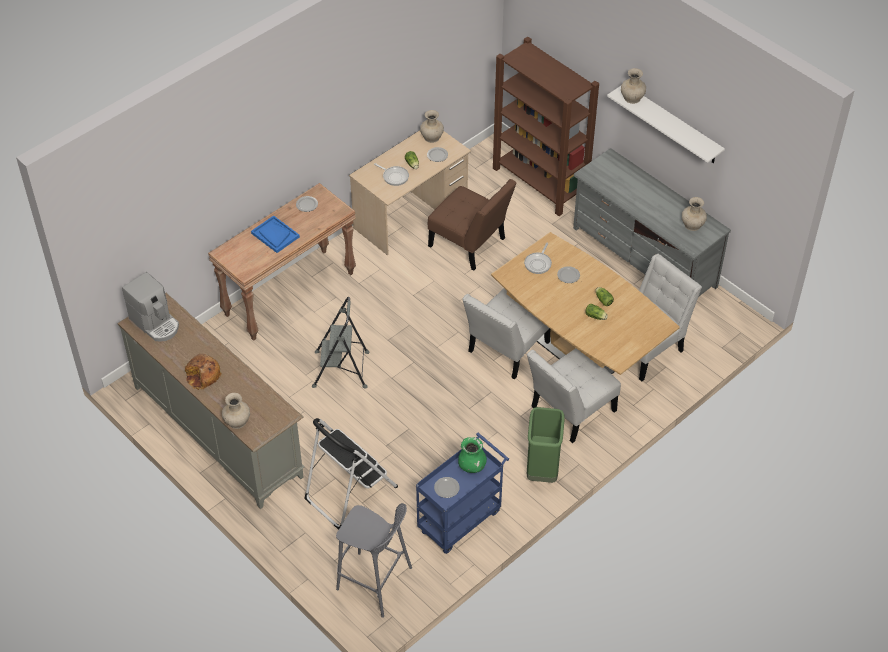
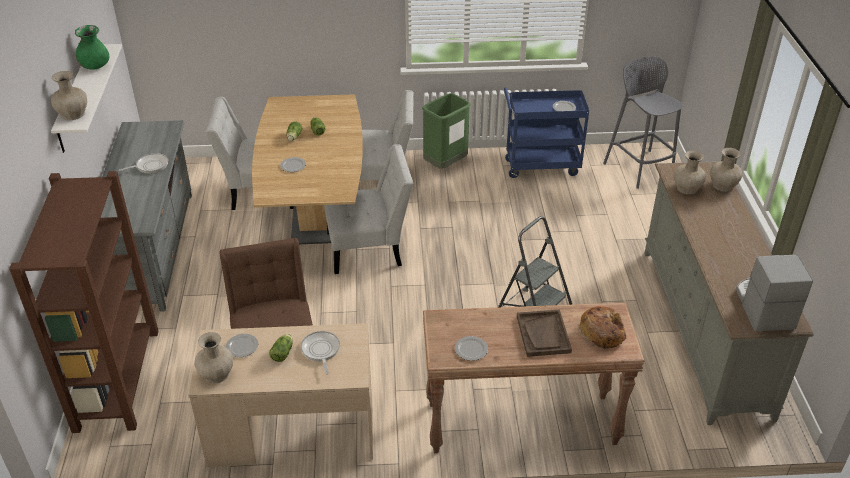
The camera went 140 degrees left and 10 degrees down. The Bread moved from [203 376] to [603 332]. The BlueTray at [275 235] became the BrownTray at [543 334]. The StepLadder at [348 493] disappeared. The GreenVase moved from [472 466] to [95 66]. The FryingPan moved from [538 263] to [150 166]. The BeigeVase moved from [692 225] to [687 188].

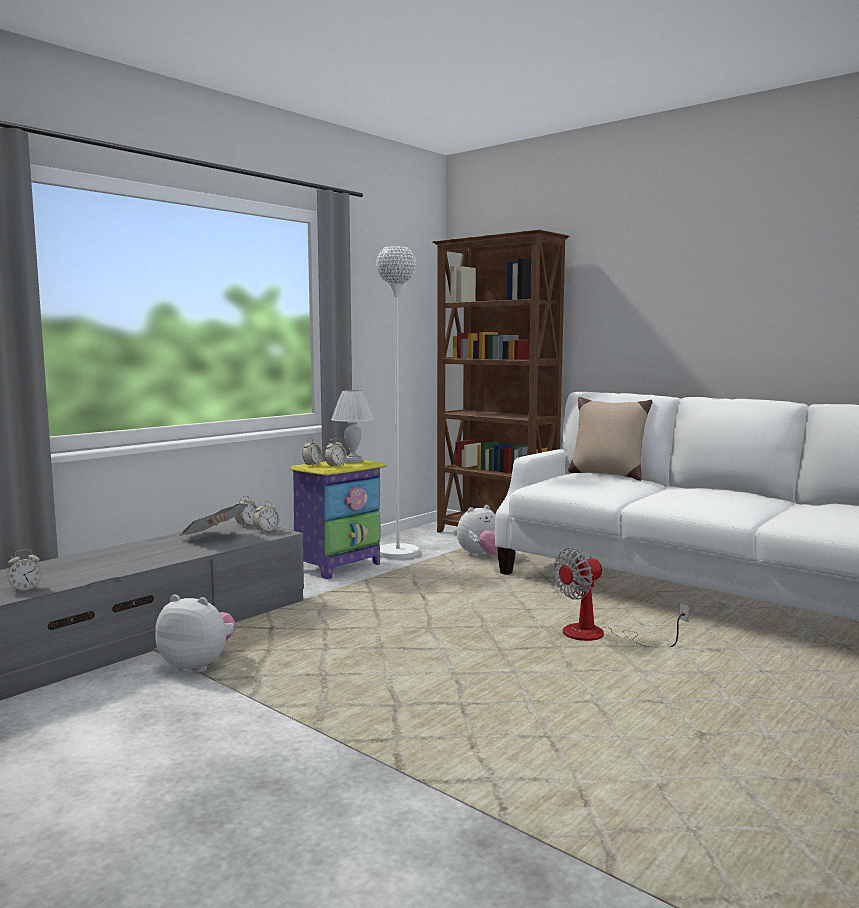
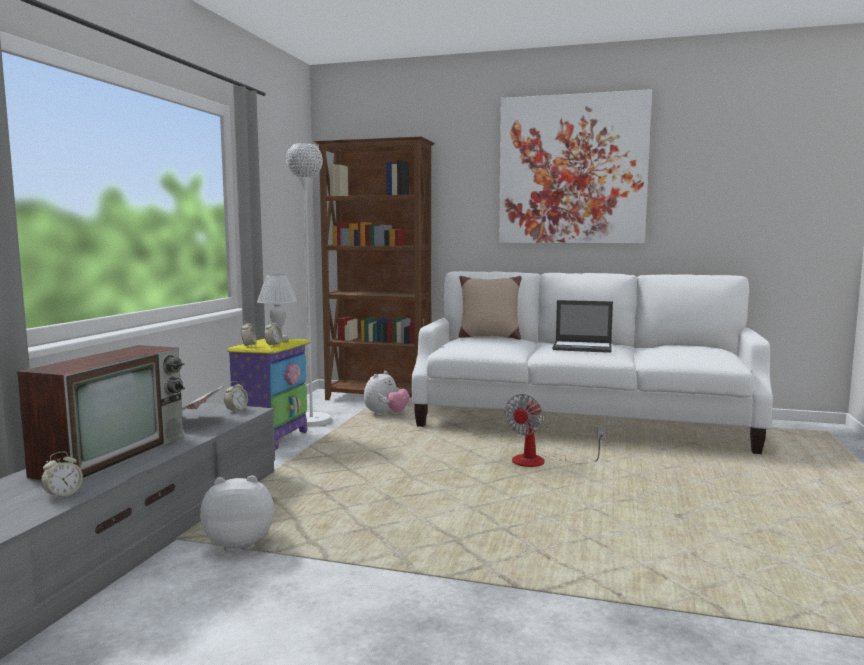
The camera went 25 degrees left and 0 degrees up. The AlarmClock at [247 525] disappeared. The Television at [114 454] appeared. The Picture at [572 170] appeared. The Laptop at [583 347] appeared.

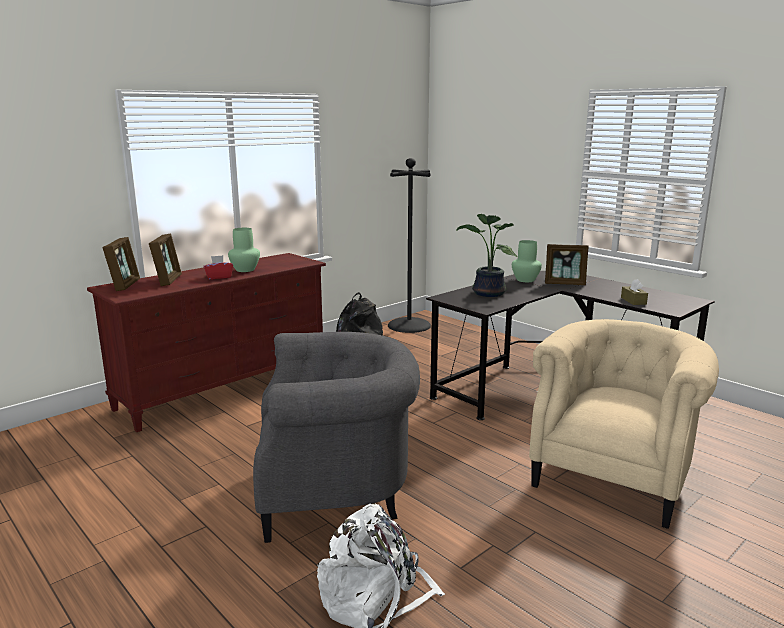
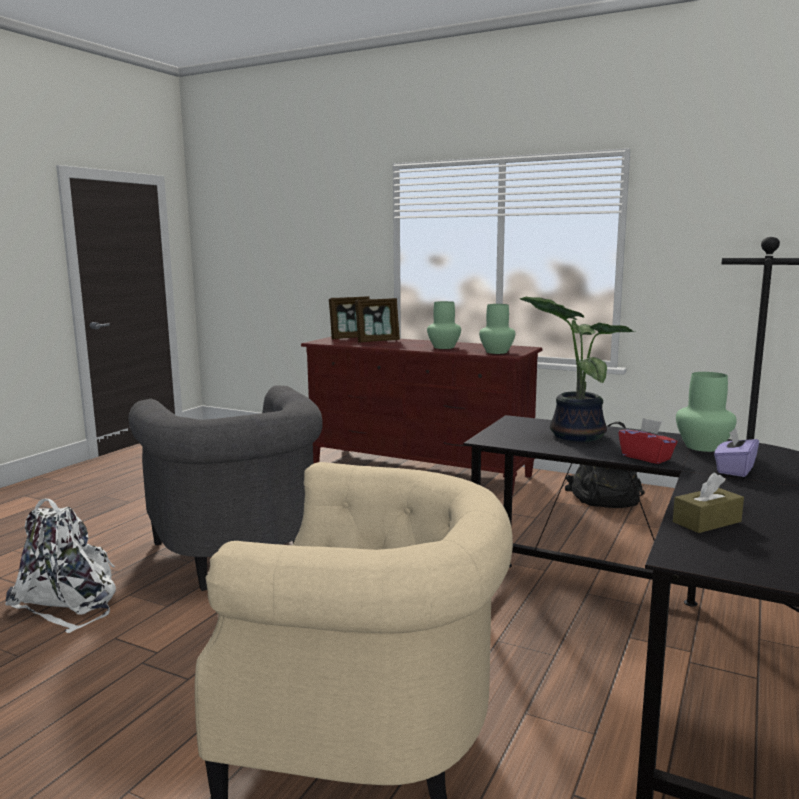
The camera went 70 degrees right and 5 degrees down. The RedTissueBox moved from [219 277] to [646 457]. The PictureFrame at [565 284] was replaced by the PurpleTissueBox at [734 470]. The GreenVase at [496 352] appeared.

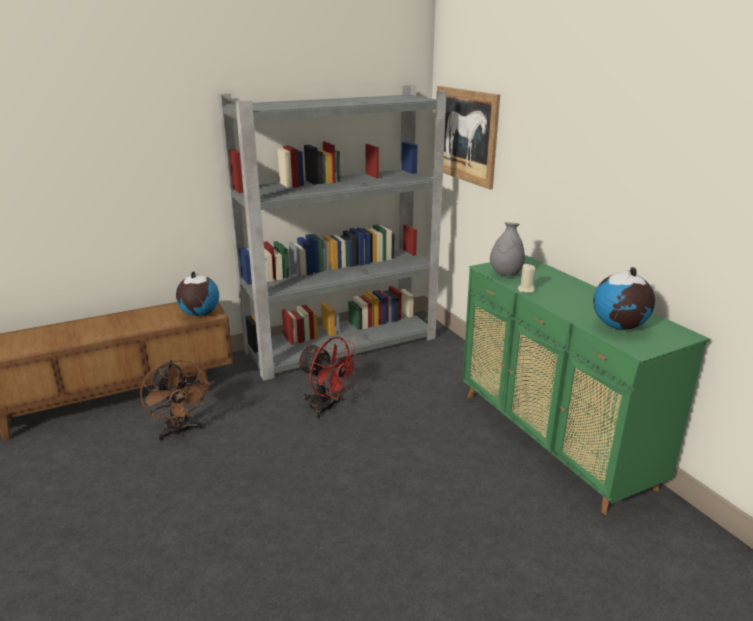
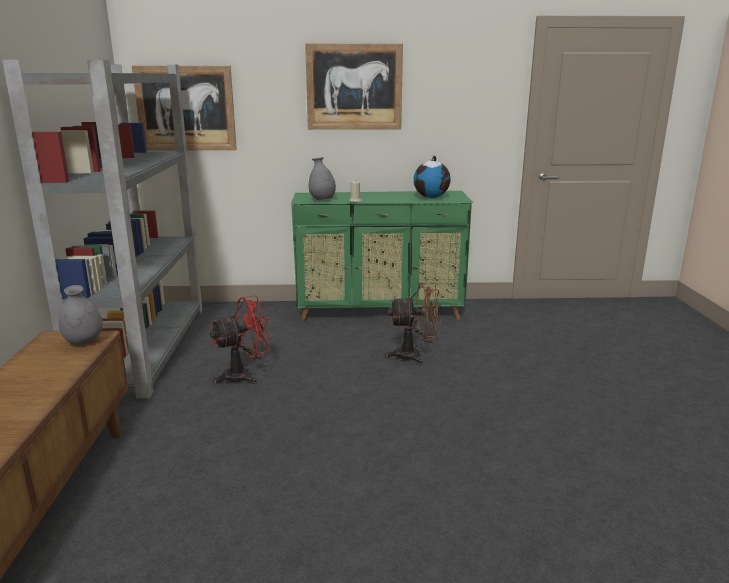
The camera went 65 degrees left and 5 degrees down. The BrownFan moved from [180 431] to [414 356]. The Globe at [199 314] was replaced by the GreyVase at [84 343]. The Picture at [354 87] appeared.

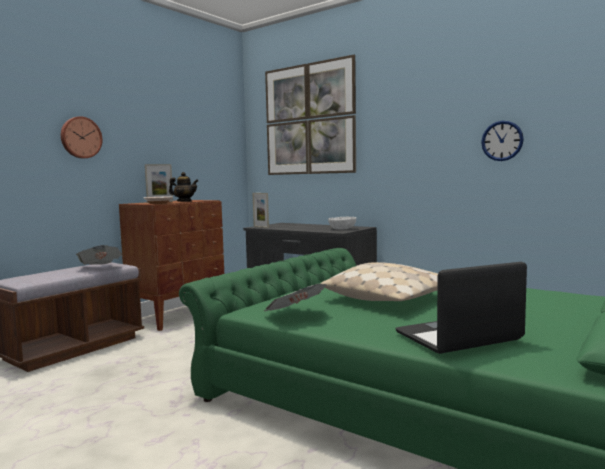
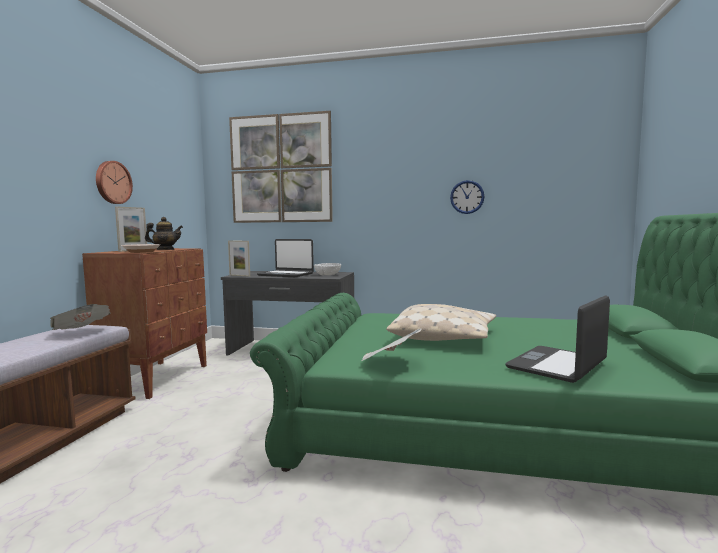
The camera went 25 degrees left and 0 degrees up. The WallClock moved from [80 137] to [112 182]. The Laptop at [286 274] appeared.

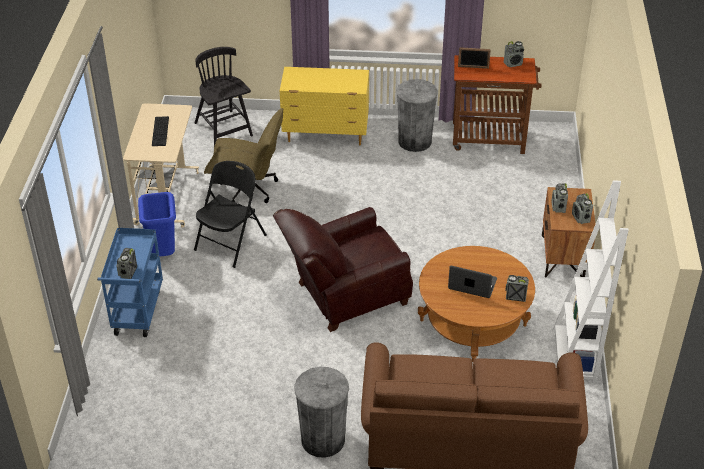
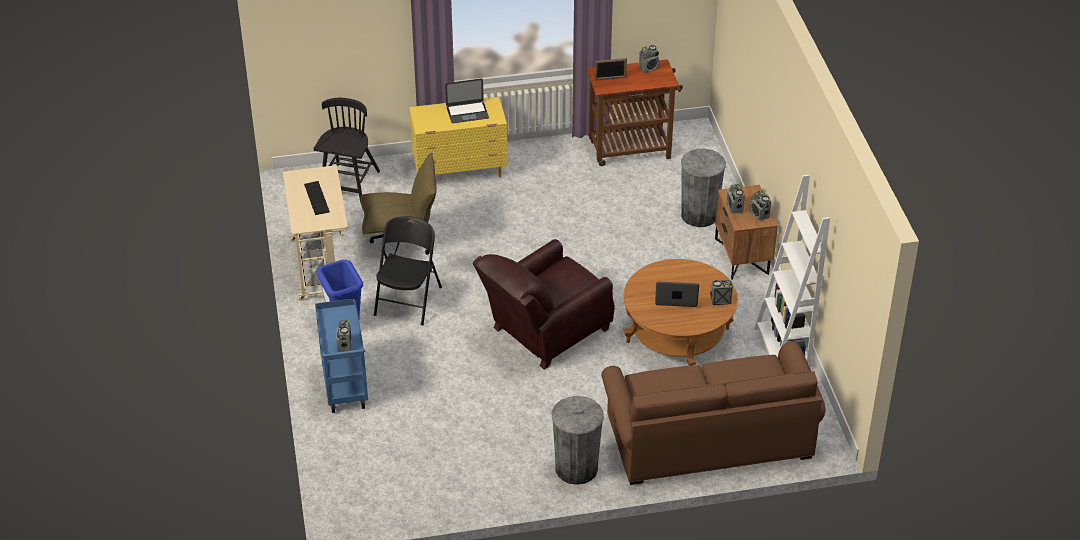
The camera went 15 degrees left and 0 degrees up. The BlackChair at [224 130] turned 60 degrees clockwise. The GreyTrashCan moved from [415 141] to [699 215]. The Laptop at [467 112] appeared.

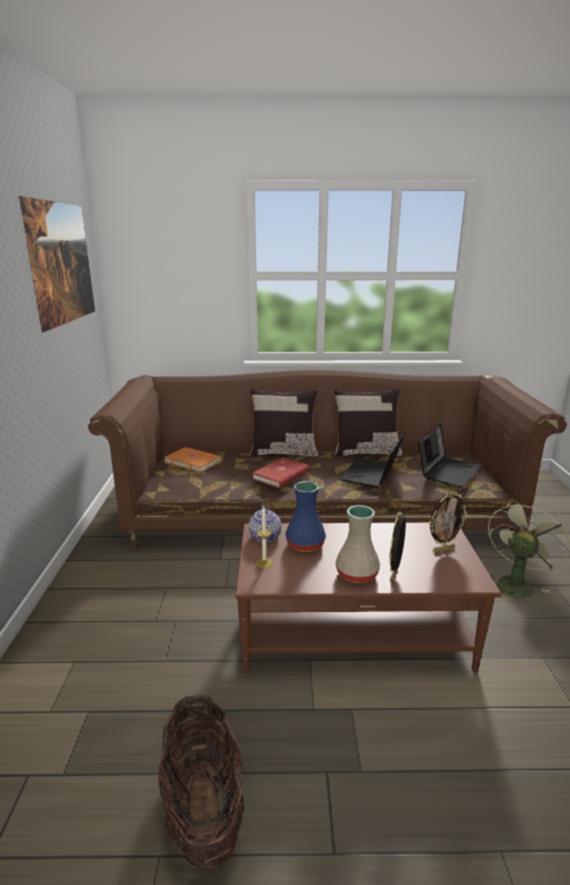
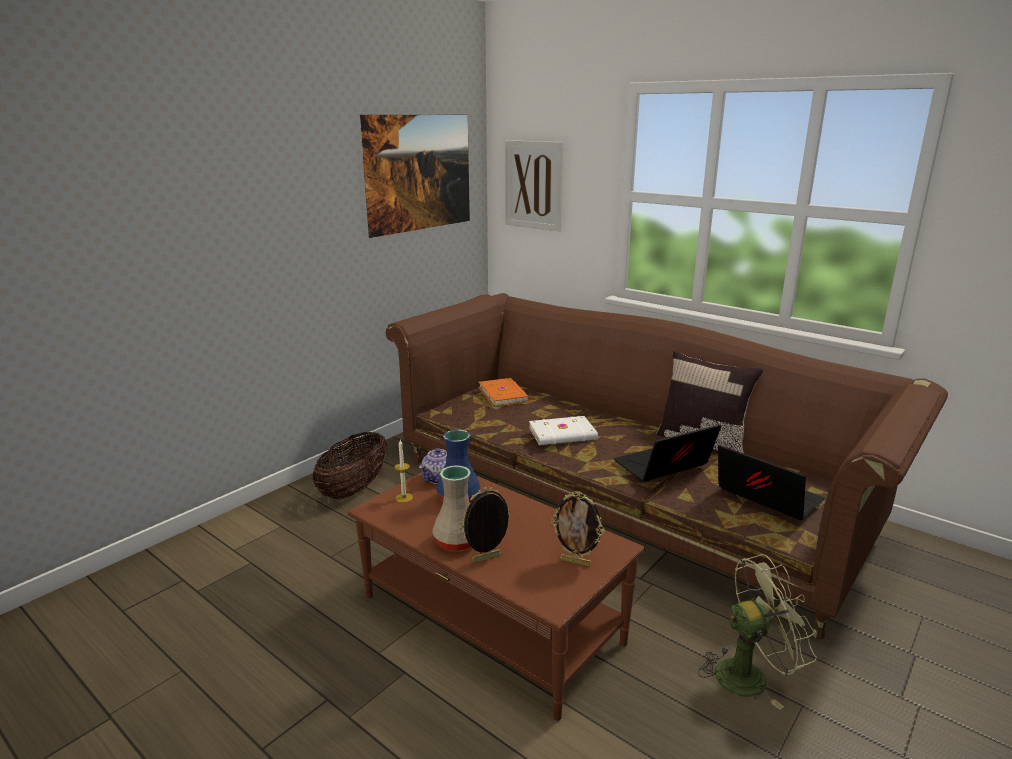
The camera went 40 degrees right and 0 degrees up. The Basket moved from [204 807] to [354 489]. The Pillow at [284 453] disappeared. The RedBook at [282 475] became the WhiteBook at [563 434]. The Laptop at [447 471] turned 120 degrees counterclockwise. The Picture at [533 185] appeared.

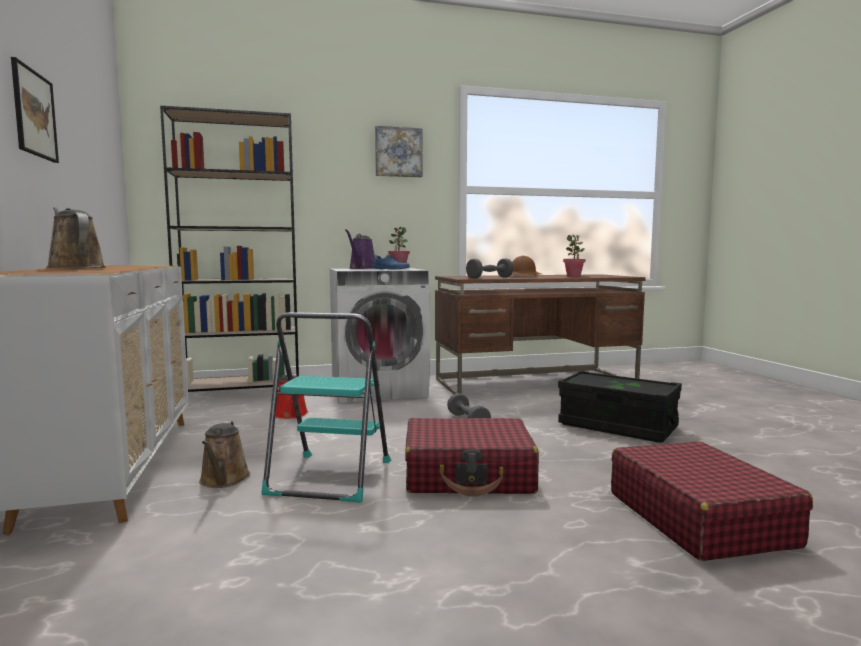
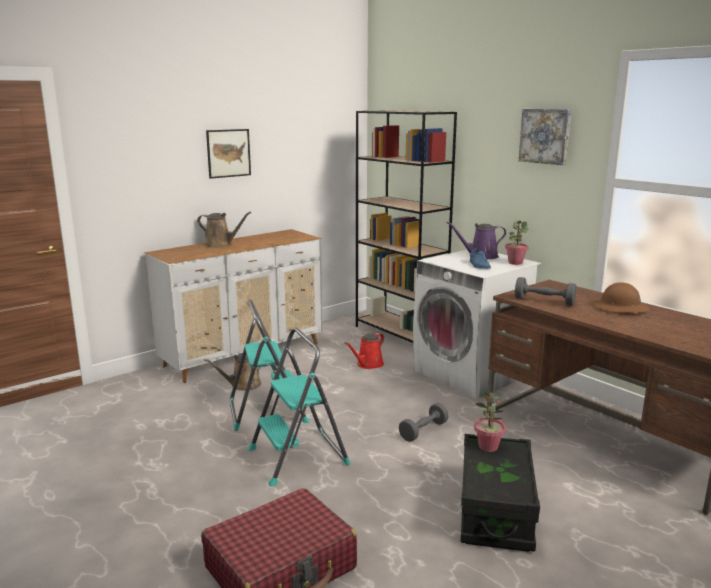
The camera went 65 degrees right and 10 degrees up. The BrownWateringCan at [74 268] turned 90 degrees clockwise. The RedSuitcase at [468 475] was replaced by the TurquoiseStepLadder at [302 456]. The PottedPlant moved from [573 276] to [488 447].

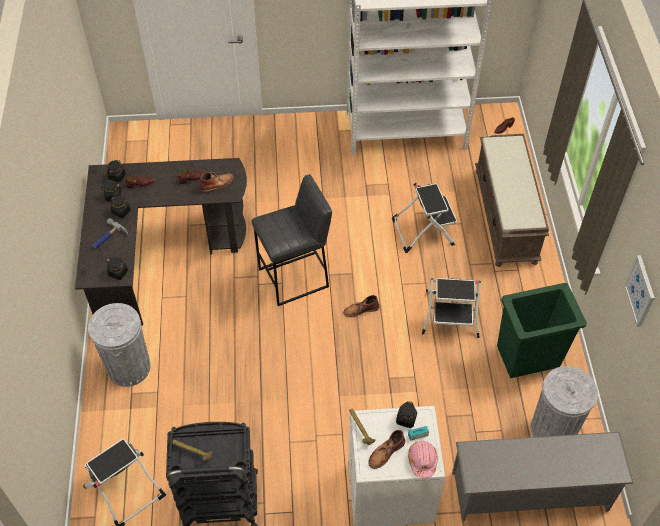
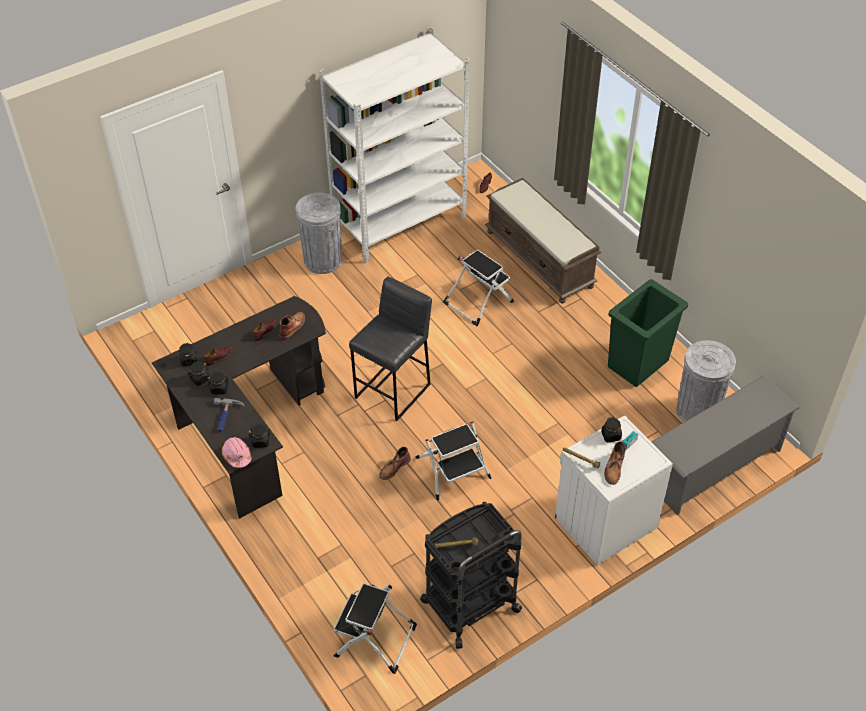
The camera went 30 degrees left and 5 degrees down. The GreyTrashCan moved from [128 367] to [323 260]. The BrownBoot moved from [360 310] to [394 467]. The PinkHardHat moved from [422 460] to [237 455]. The StepLadder moved from [450 314] to [452 469]. The Picture at [640 291] disappeared.

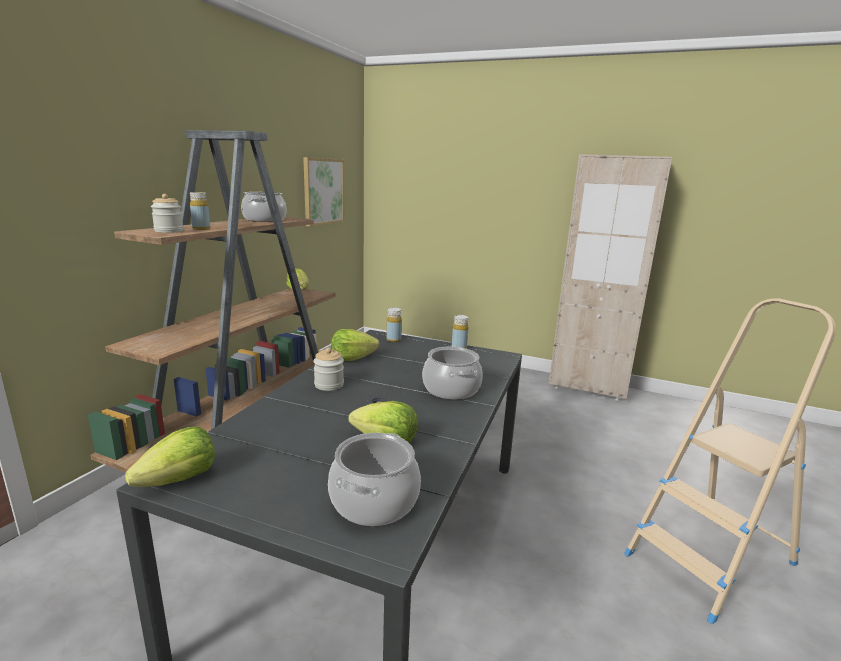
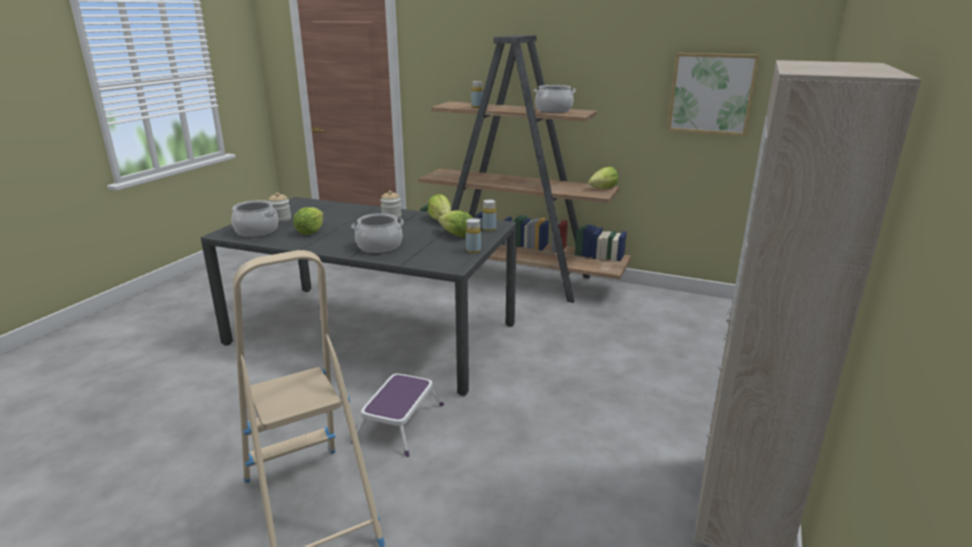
The camera went 90 degrees right and 5 degrees up. The Lettuce moved from [180 479] to [456 235]. The Jar moved from [169 231] to [281 219]. The PurpleStepLadder at [399 423] appeared.

